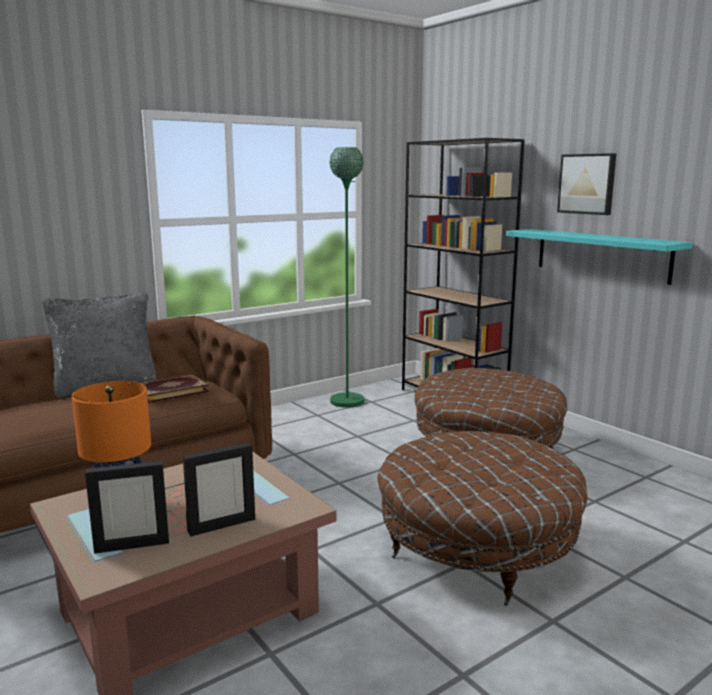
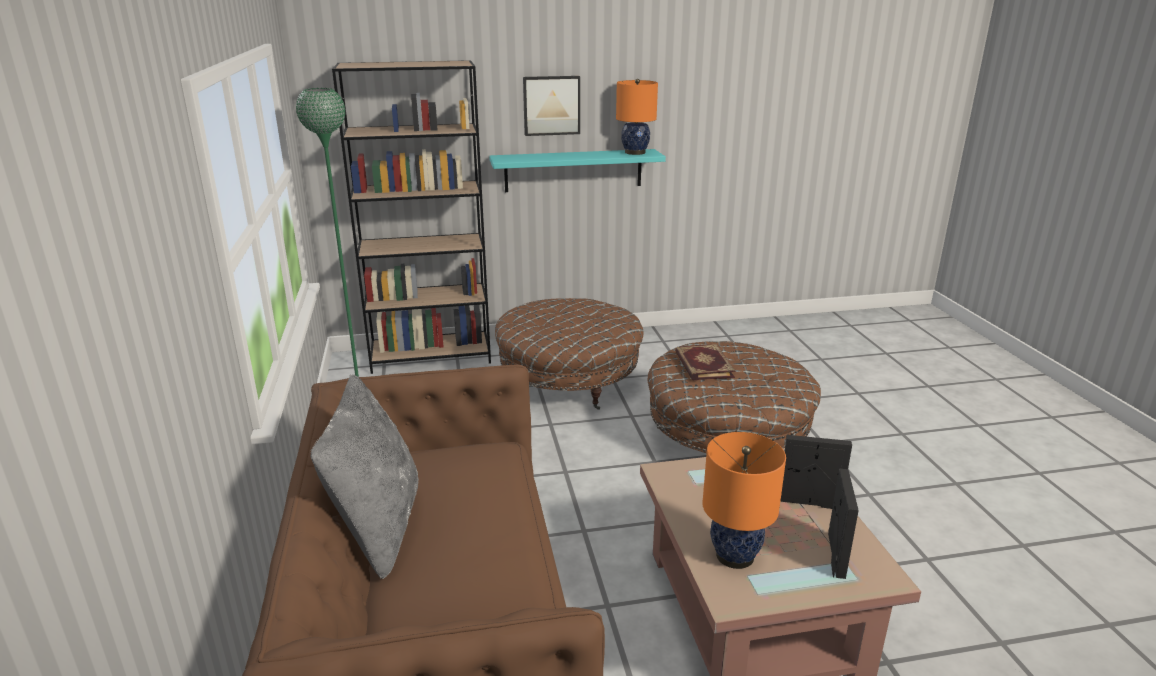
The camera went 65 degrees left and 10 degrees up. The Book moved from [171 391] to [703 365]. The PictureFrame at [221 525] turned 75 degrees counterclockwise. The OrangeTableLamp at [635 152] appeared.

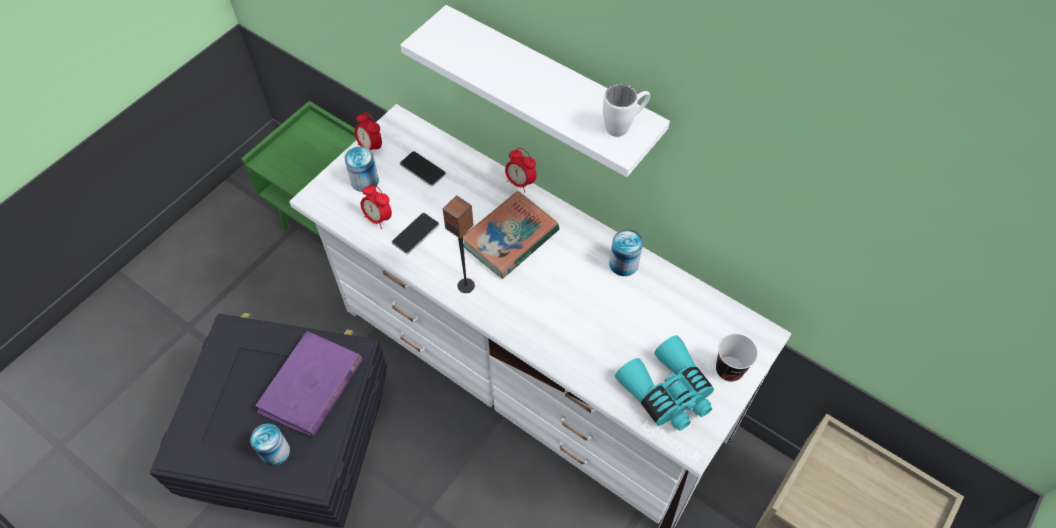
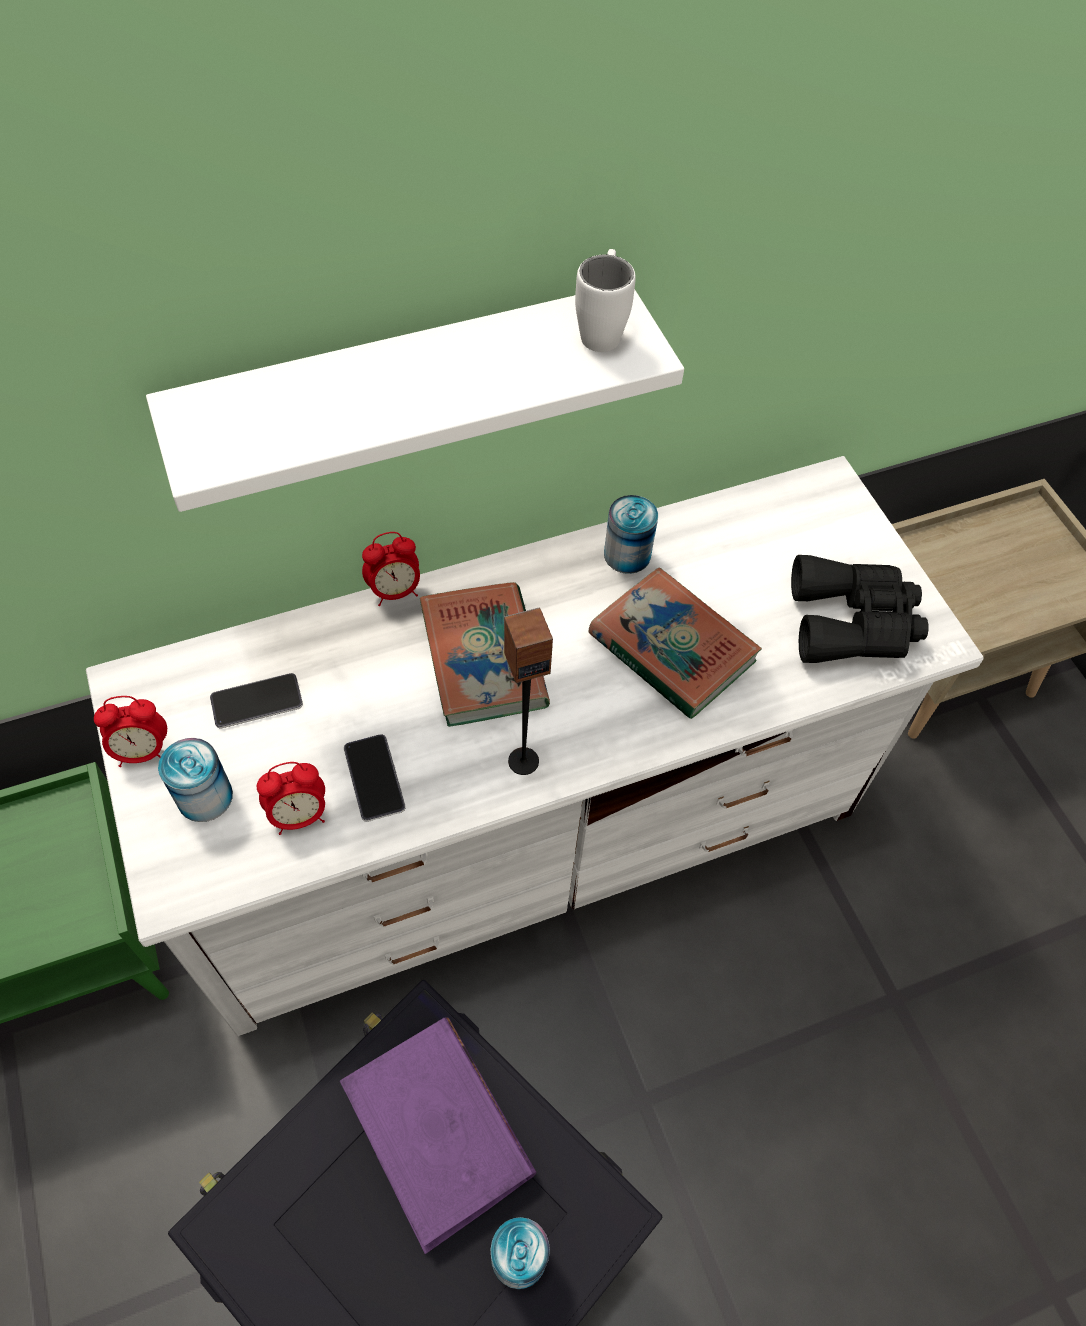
The camera went 60 degrees left and 0 degrees up. The TurquoiseBinoculars at [667 392] became the BlackBinoculars at [852 623]. The Cup at [729 370] disappeared. The Book at [671 648] appeared.

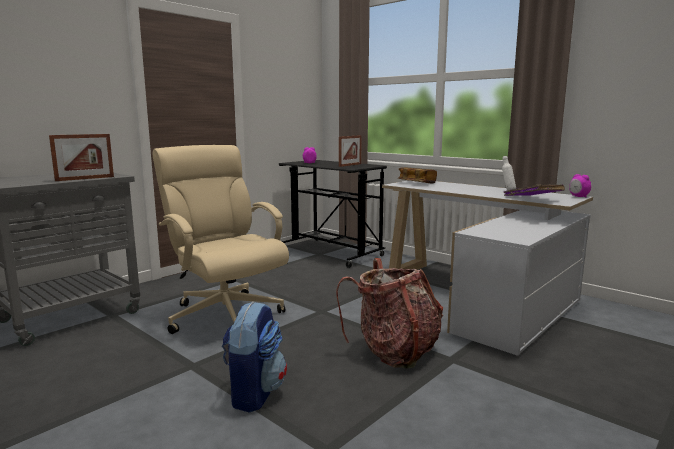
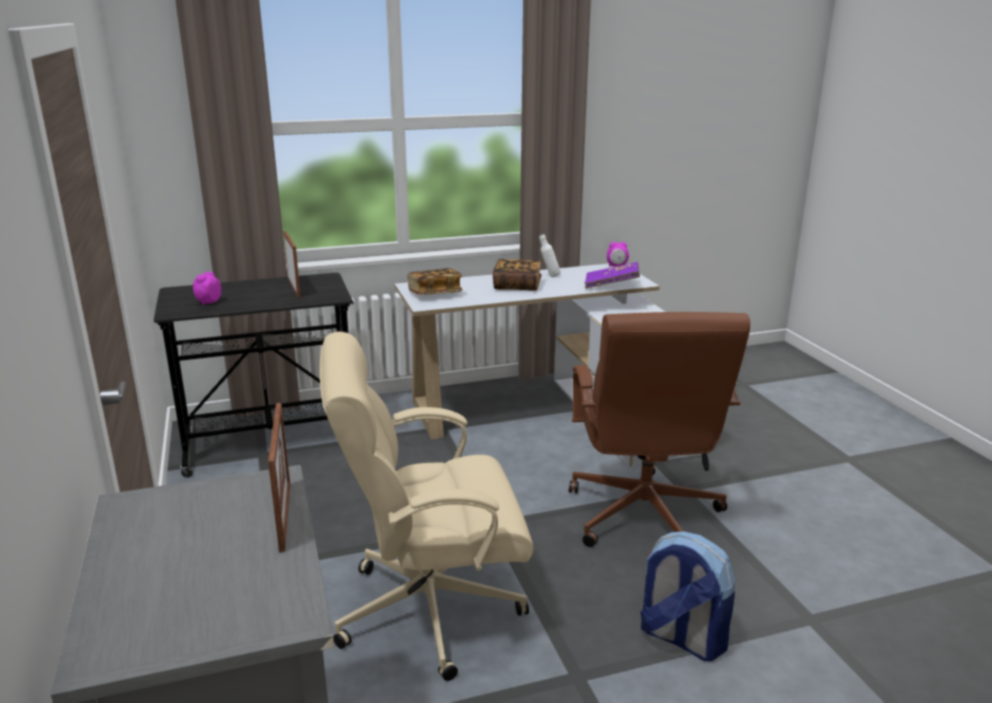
The camera went 60 degrees left and 10 degrees up. The Backpack at [394 351] was replaced by the BrownOfficeChair at [643 513]. The Book at [517 286] appeared.

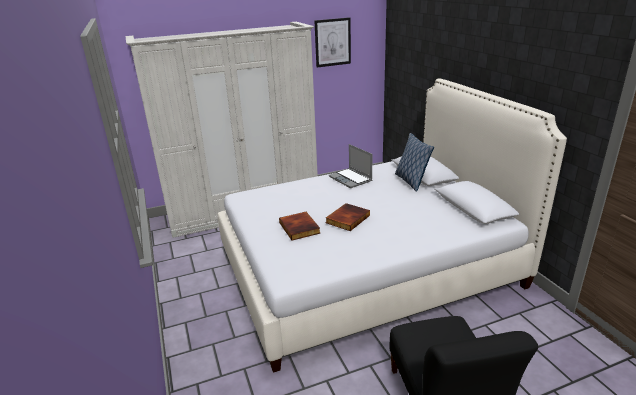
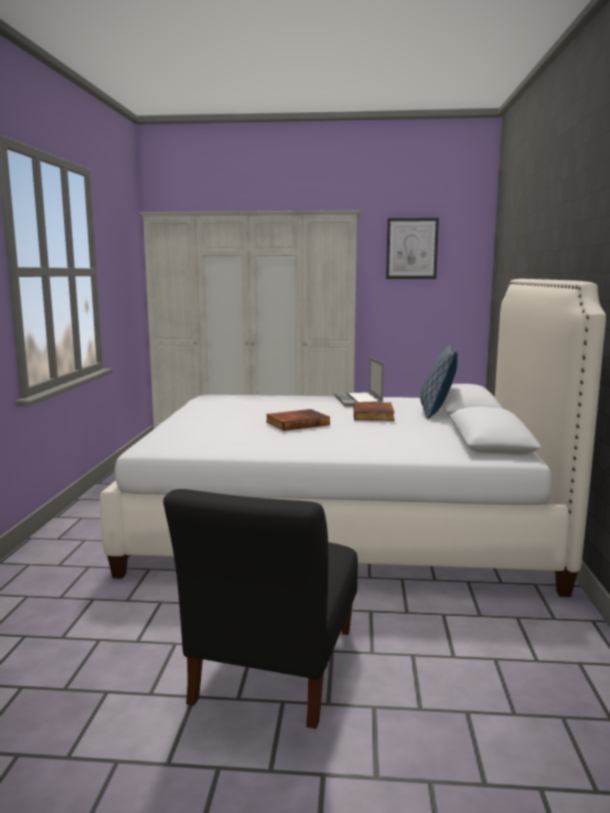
The camera went 25 degrees right and 15 degrees down. The Book moved from [300 228] to [374 415].

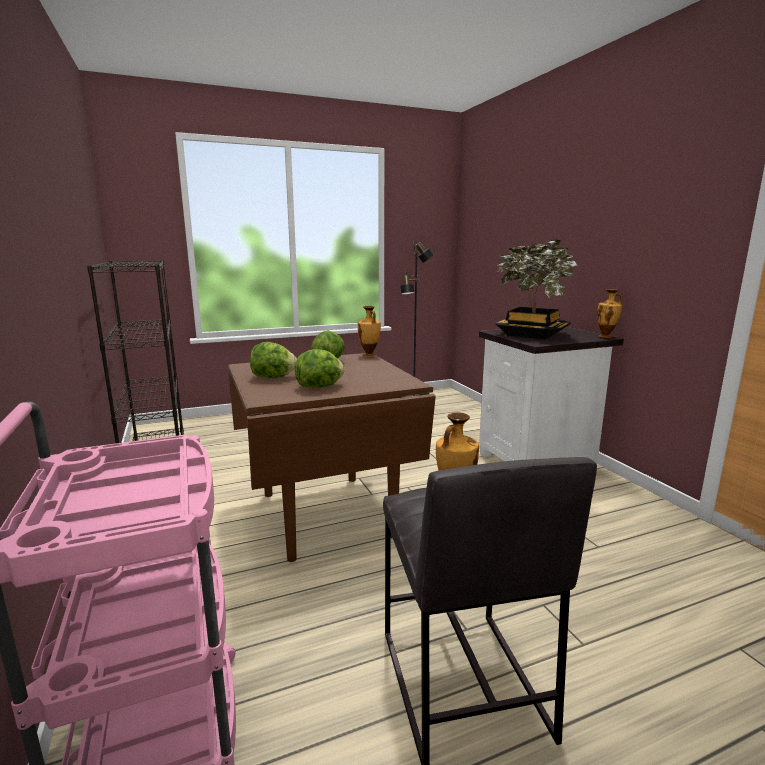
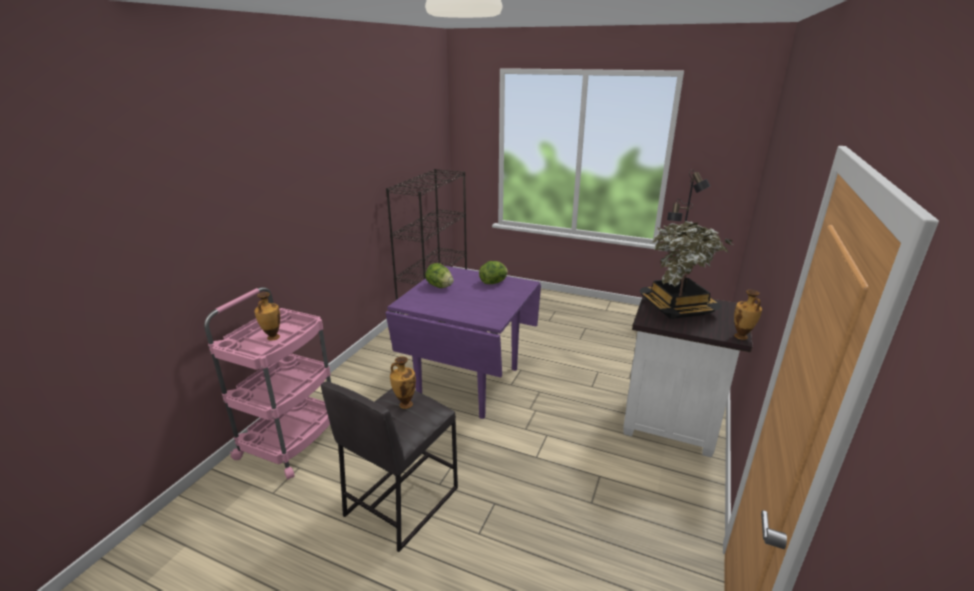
The camera went 45 degrees right and 10 degrees up. The BrownDiningTable at [327 513] became the PurpleDiningTable at [470 383]. The Lettuce at [320 387] disappeared. The Vase moved from [369 355] to [272 338].

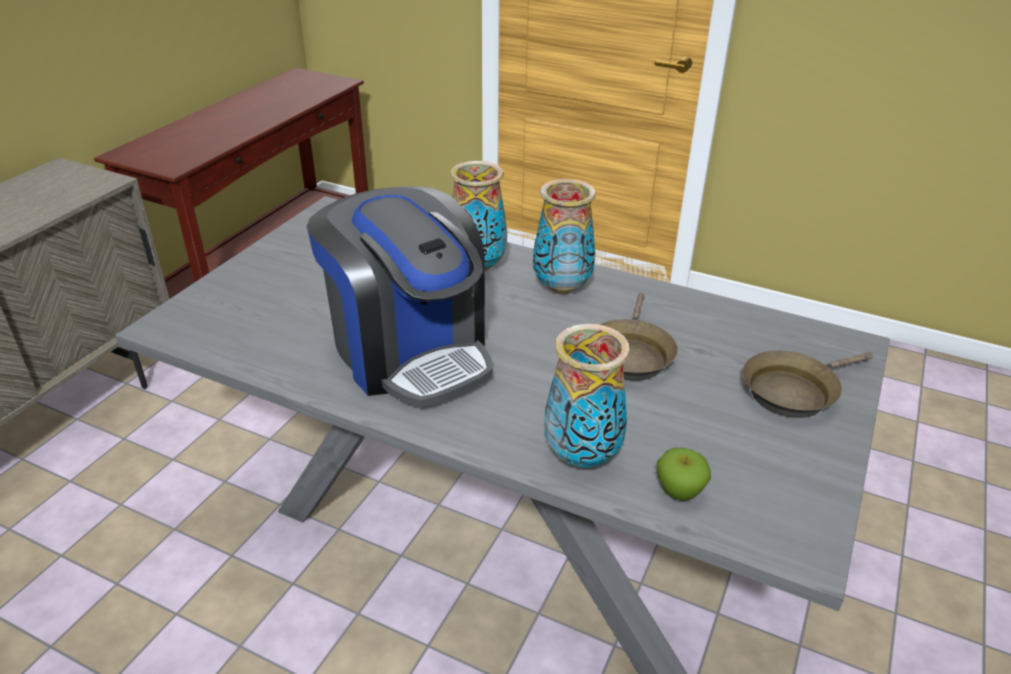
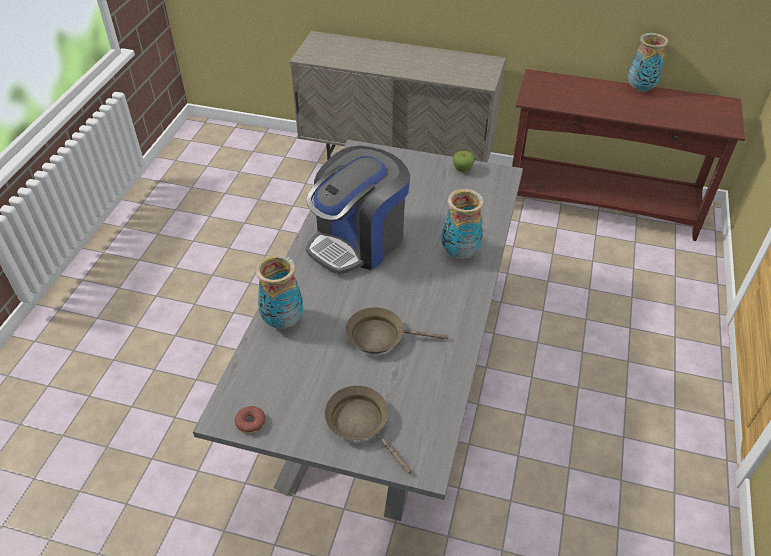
The camera went 80 degrees right and 10 degrees up. The Vase moved from [562 288] to [639 89]. The Apple moved from [679 492] to [462 169]. The Donut at [250 422] appeared.

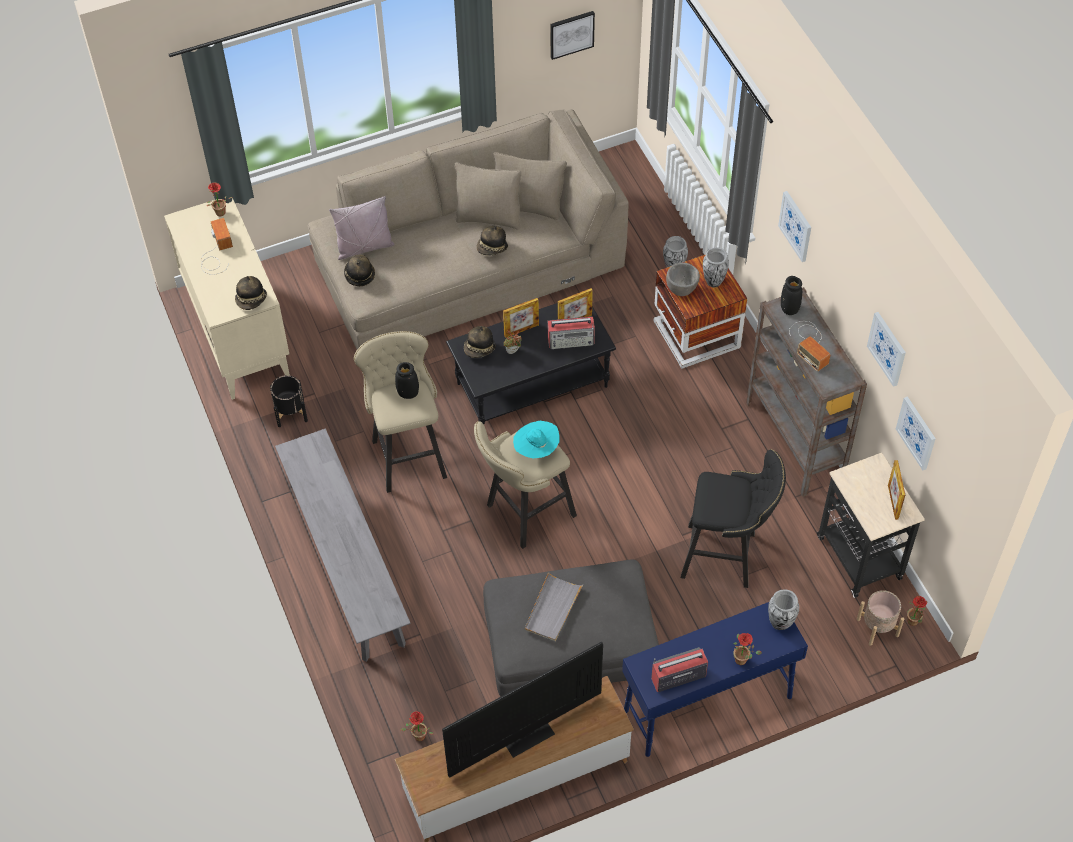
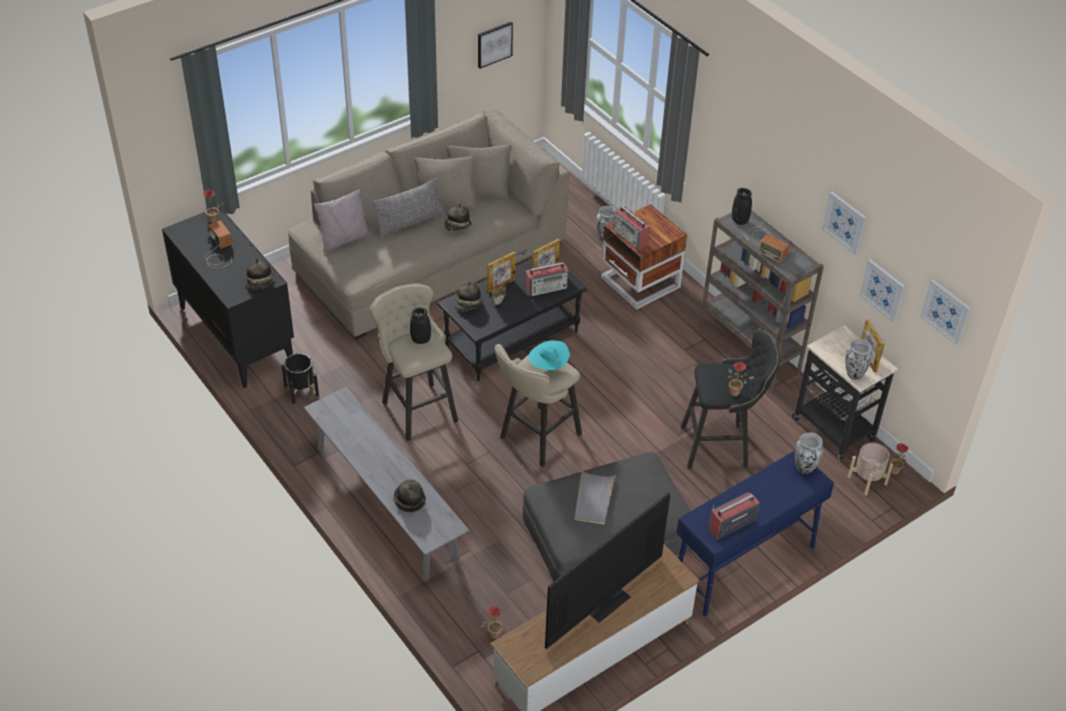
The camera went 15 degrees left and 10 degrees down. The BeigeCabinet at [238 334] became the BlackCabinet at [236 335]. The Hat moved from [359 274] to [409 500]. The GreyBowl at [681 291] was replaced by the Radio at [630 237]. The Vase moved from [713 281] to [854 374]. The PottedPlant moved from [743 660] to [736 392]. The Picture moved from [796 226] to [946 311]. The GreyPillow at [410 224] appeared.

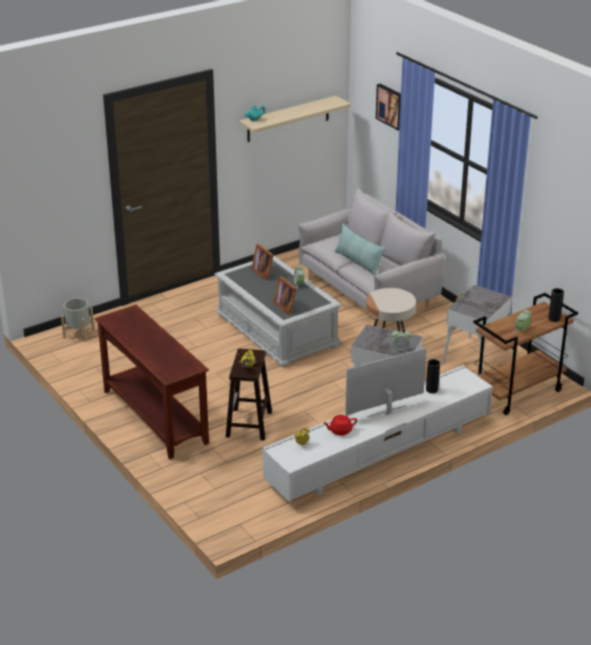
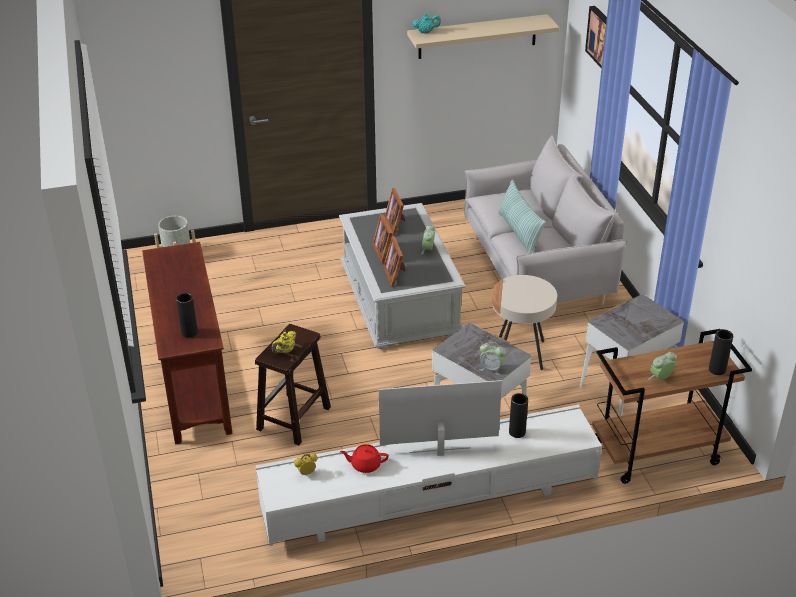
The camera went 20 degrees right and 5 degrees up. The BlackVase at [189 332] appeared. The PictureFrame at [385 251] appeared.

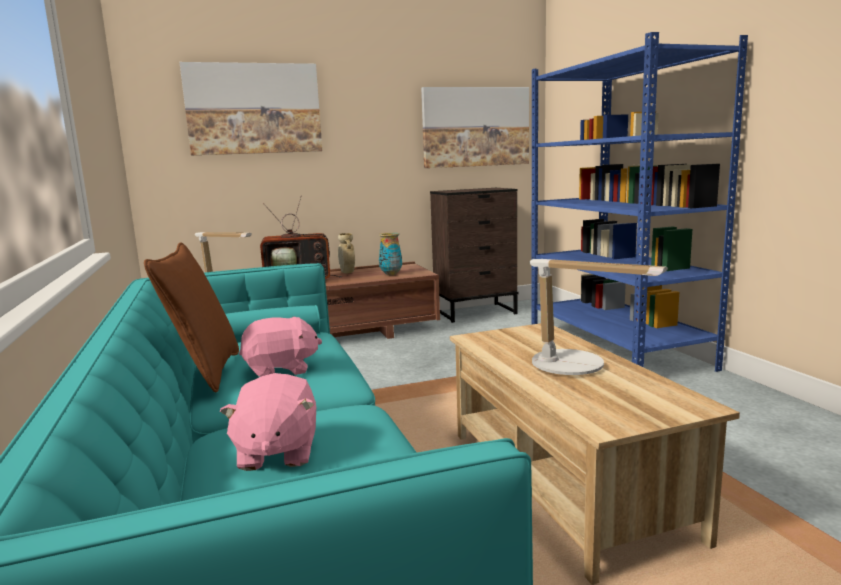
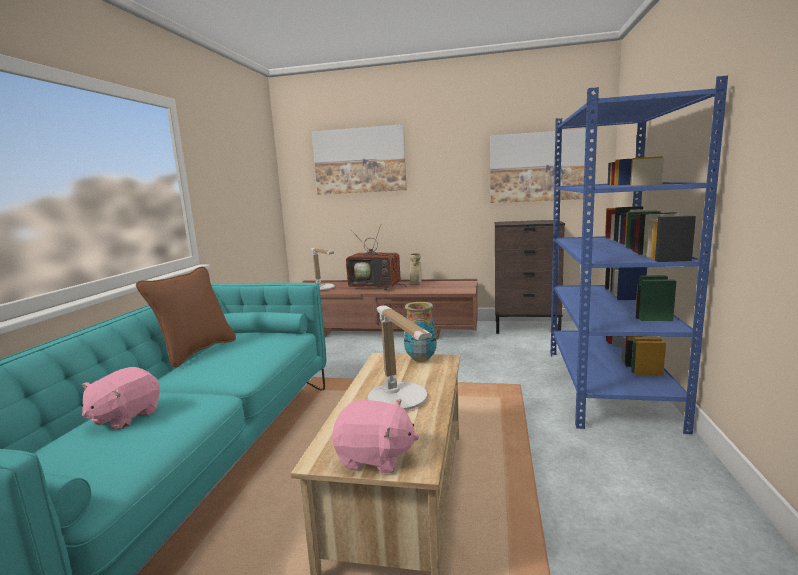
The camera went 30 degrees right and 0 degrees up. The PinkPlushToy moved from [281 370] to [374 458]. The Vase moved from [390 274] to [420 359].

